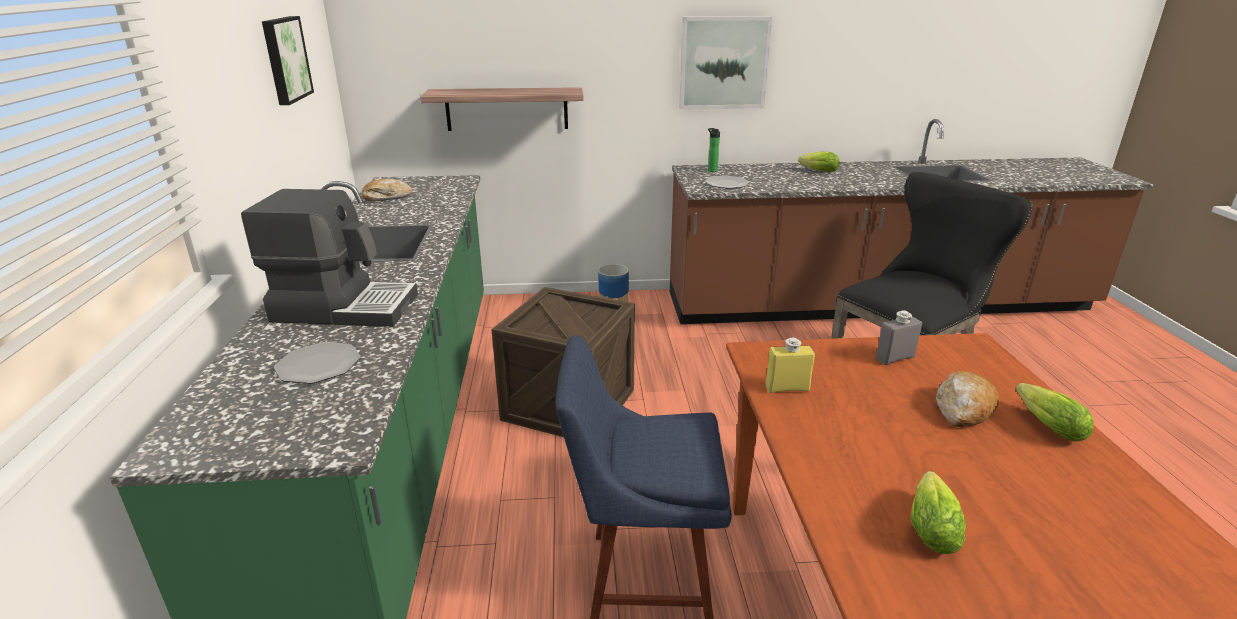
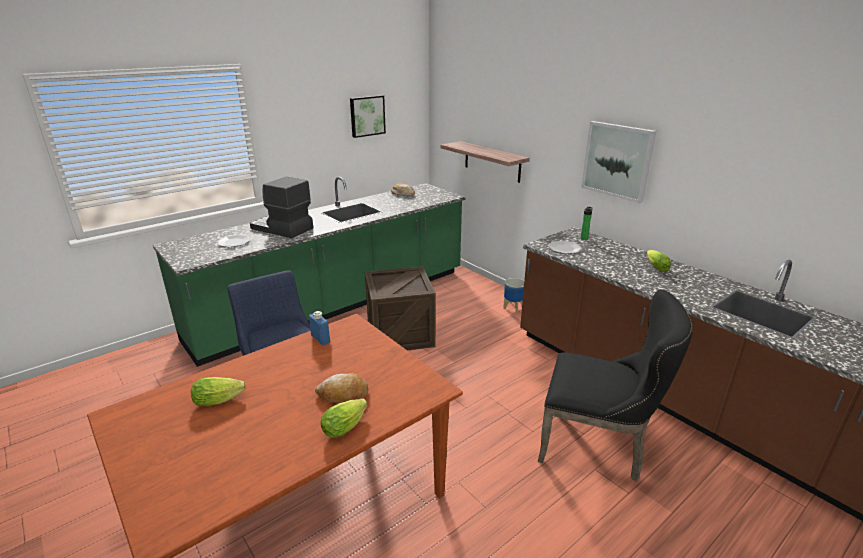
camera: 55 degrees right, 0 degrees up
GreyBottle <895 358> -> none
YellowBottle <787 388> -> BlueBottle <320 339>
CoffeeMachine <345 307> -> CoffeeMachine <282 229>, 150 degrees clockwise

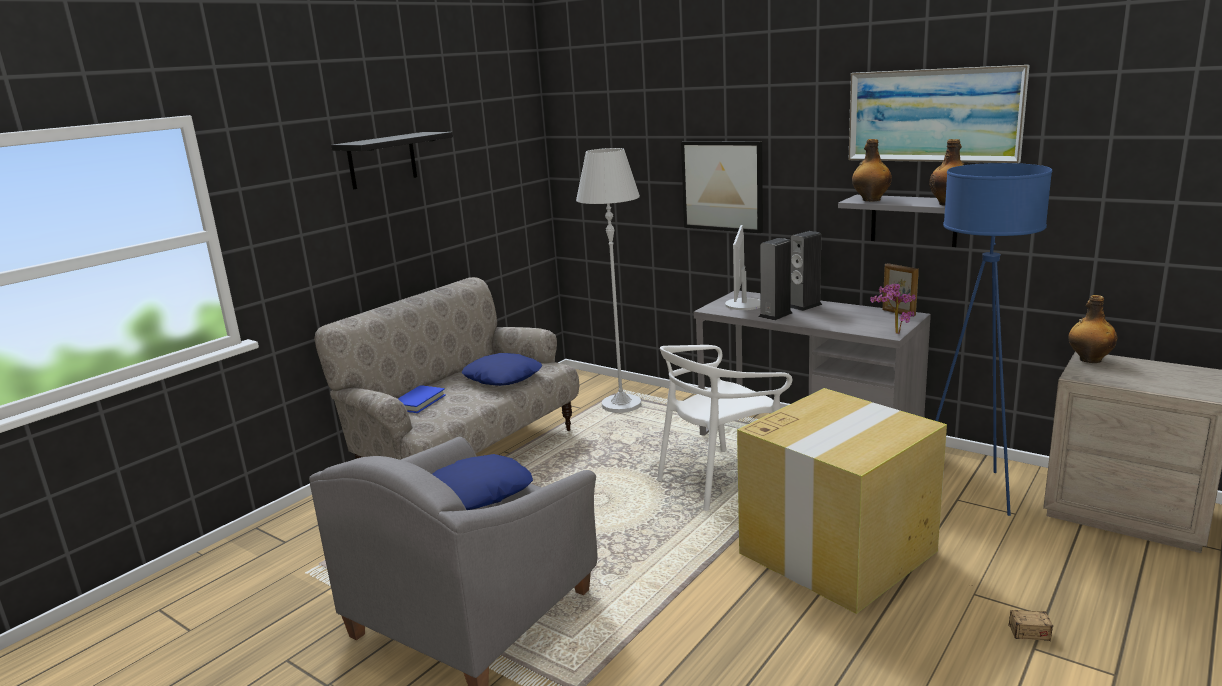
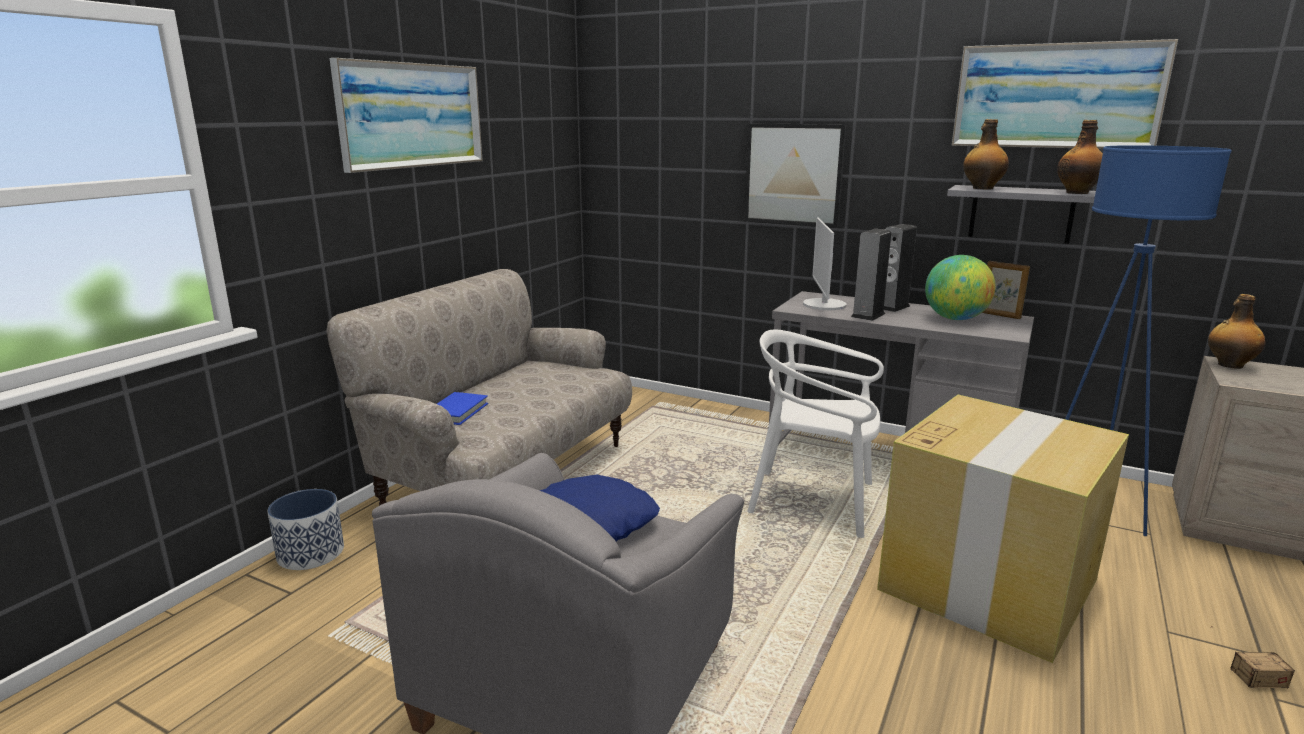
camera: 10 degrees left, 0 degrees up
BluePillow <503 377> -> none
WhiteFloorLamp <621 405> -> none
PottedPlant <893 333> -> none
none -> Planter <311 553>
none -> Globe <955 319>
BlackShelf <382 160> -> Picture <412 115>
WhiteChair <720 479> -> WhiteChair <813 501>, 60 degrees clockwise

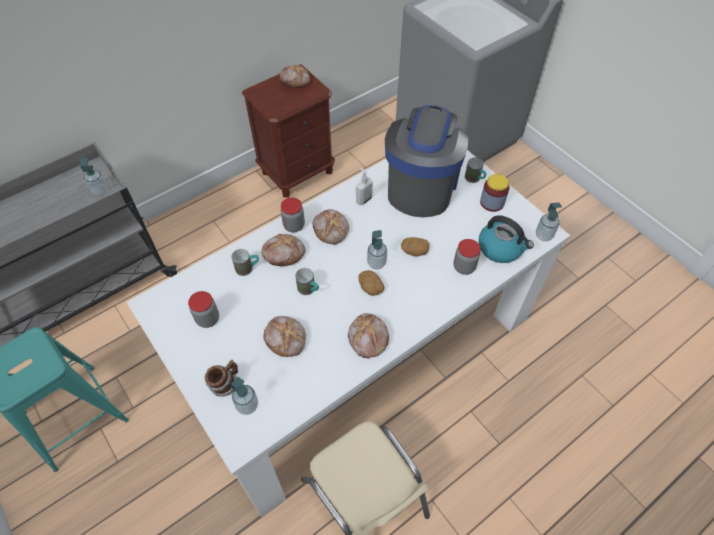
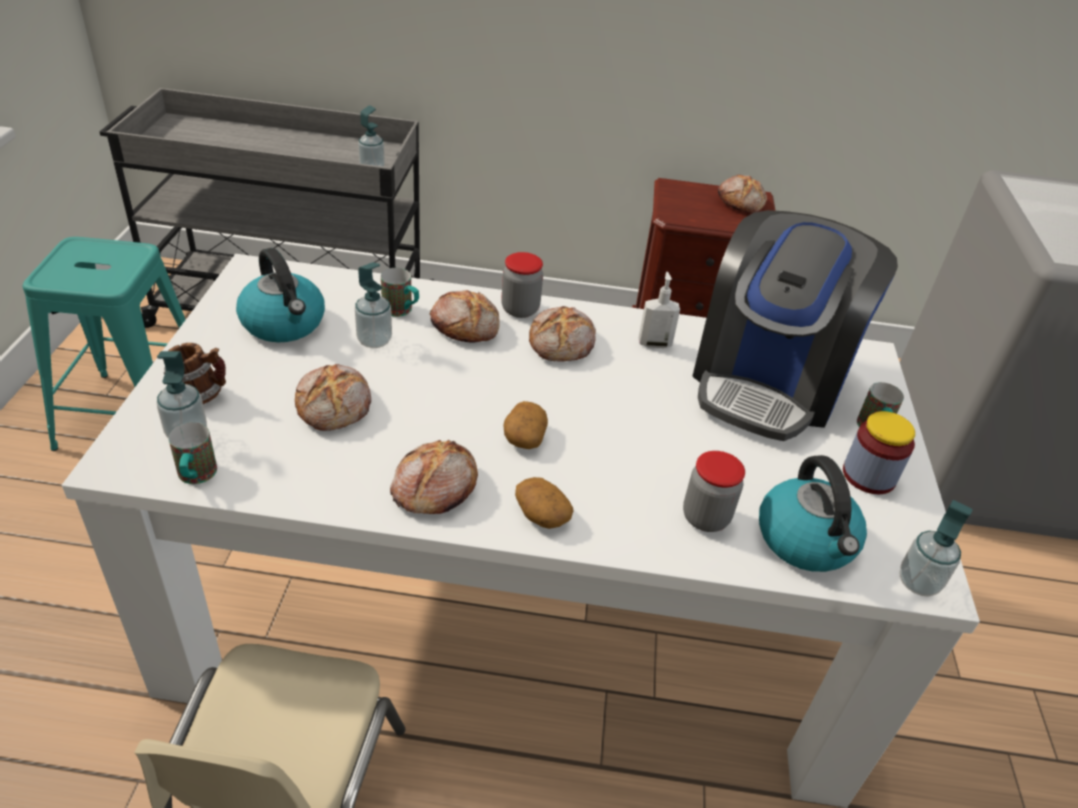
camera: 40 degrees right, 15 degrees down
Mug <309 290> -> Mug <195 477>, moved
SoapDispenser <376 263> -> SoapDispenser <374 340>, moved
Potato <414 251> -> Potato <541 514>, moved
Jar <208 319> -> Kettle <284 324>
CoffeeMachine <421 185> -> CoffeeMachine <768 382>, 150 degrees clockwise

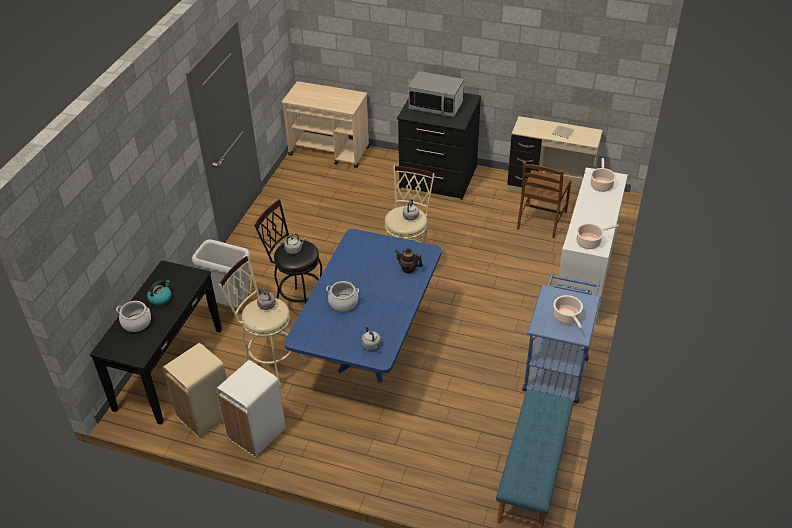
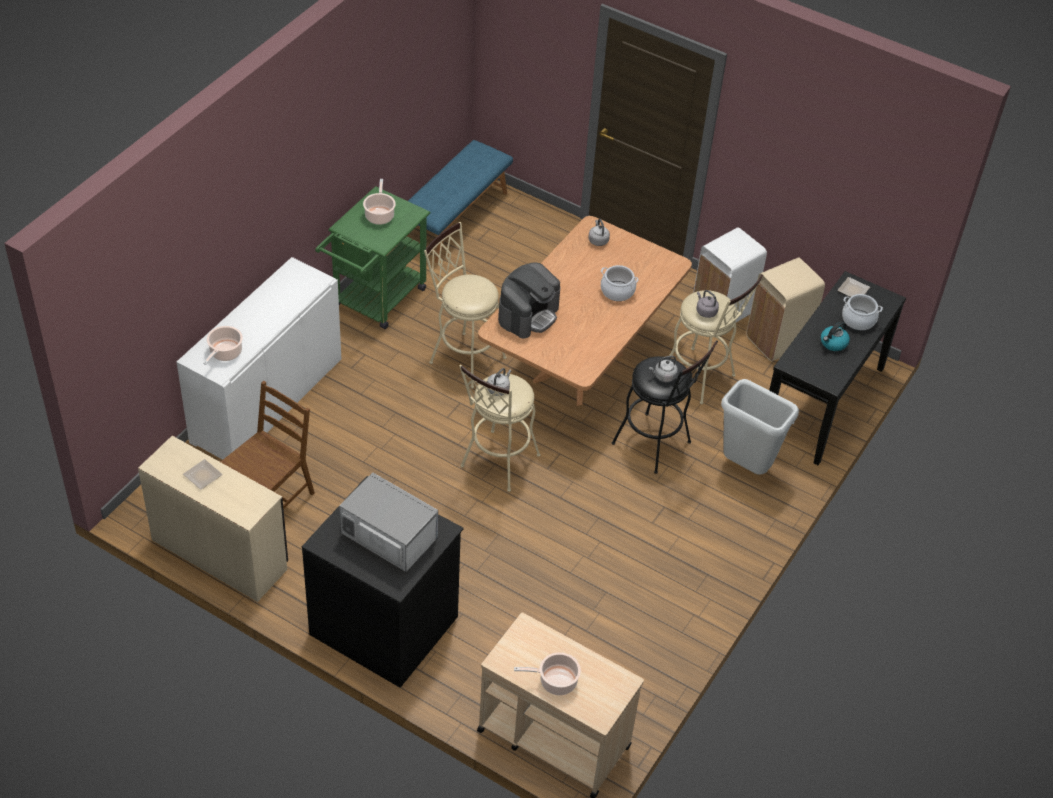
camera: 170 degrees left, 5 degrees up
none -> BeigeStool <463 357>
none -> Plate <852 290>
CookingPot <590 242> -> CookingPot <555 681>, moved
Teapot <408 269> -> CoffeeMachine <528 314>
BlueDiningTable <370 351> -> BrownDiningTable <579 367>
BlueCart <556 369> -> GreenCart <375 301>

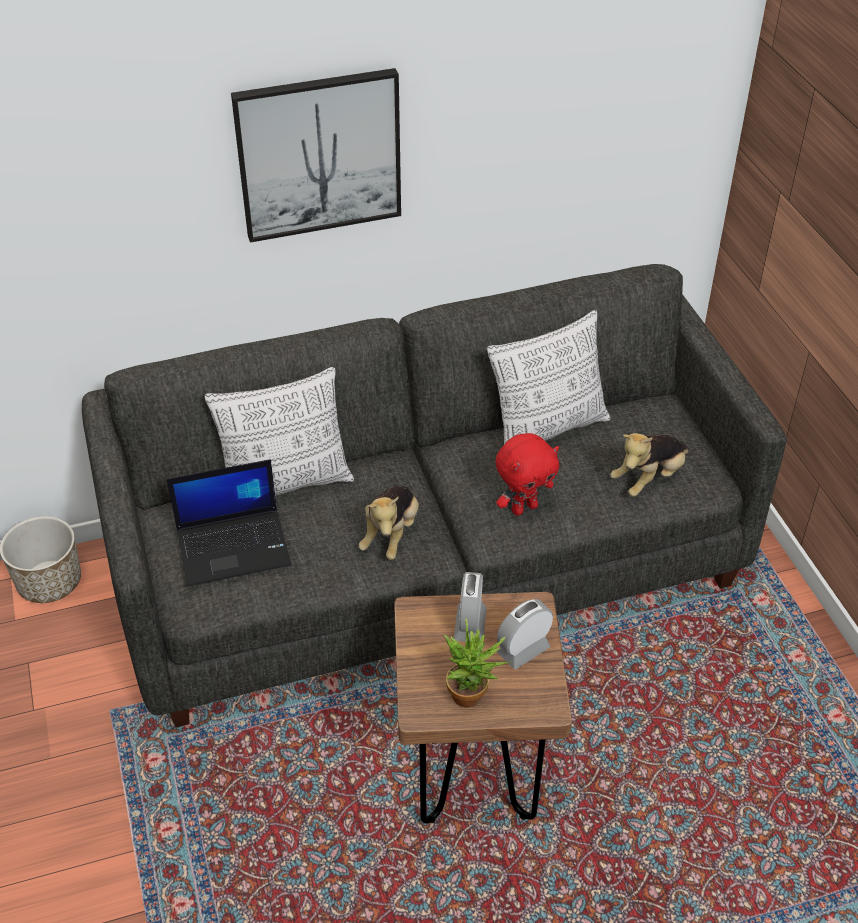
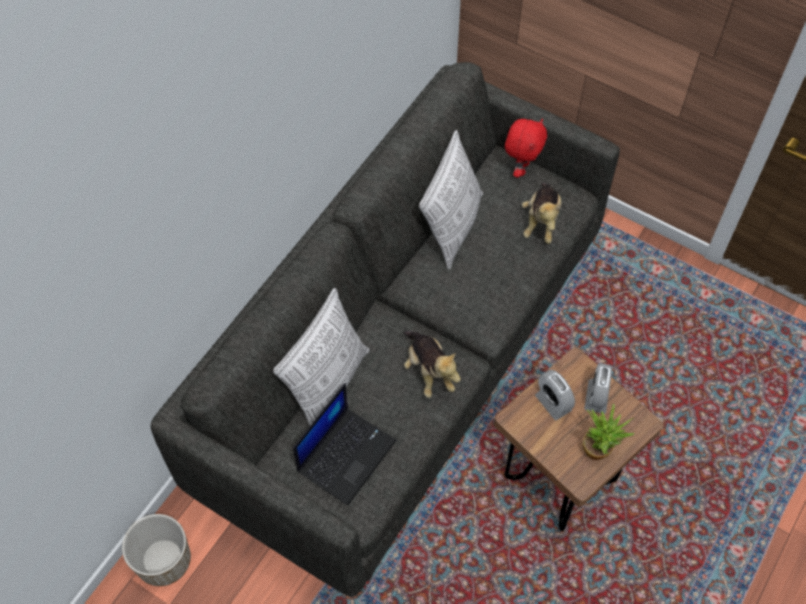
camera: 40 degrees left, 15 degrees up
Picture <319 154> -> none
RedPlushToy <524 508> -> RedPlushToy <521 168>, moved

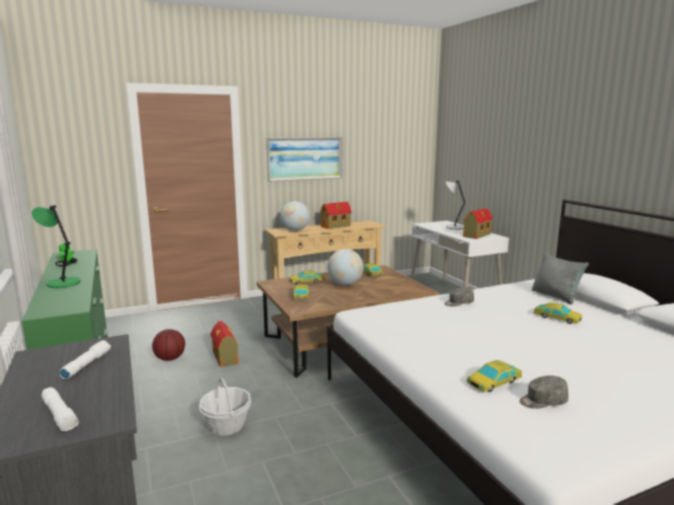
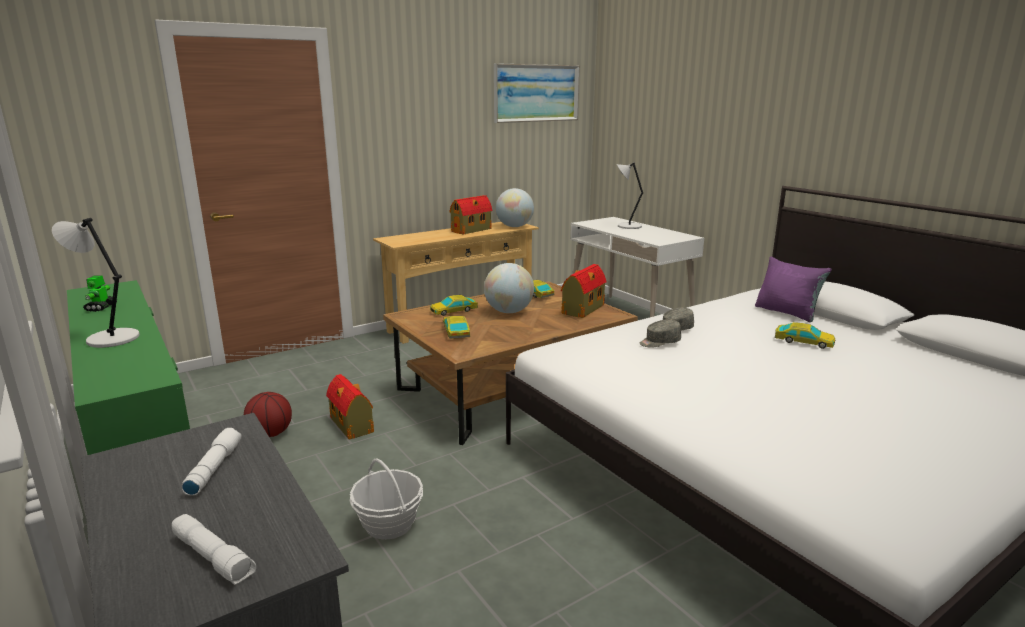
camera: 10 degrees left, 5 degrees up
ToyCar <494 382> -> none
Picture <305 158> -> Picture <536 93>, moved
Globe <295 230> -> Globe <514 226>, moved
ToyHouse <476 235> -> ToyHouse <582 309>, moved
GreyCap <542 401> -> GreyCap <659 342>, moved
GreenTableLamp <62 283> -> GreyTableLamp <110 339>
GreyPillow <555 296> -> PurplePillow <787 313>

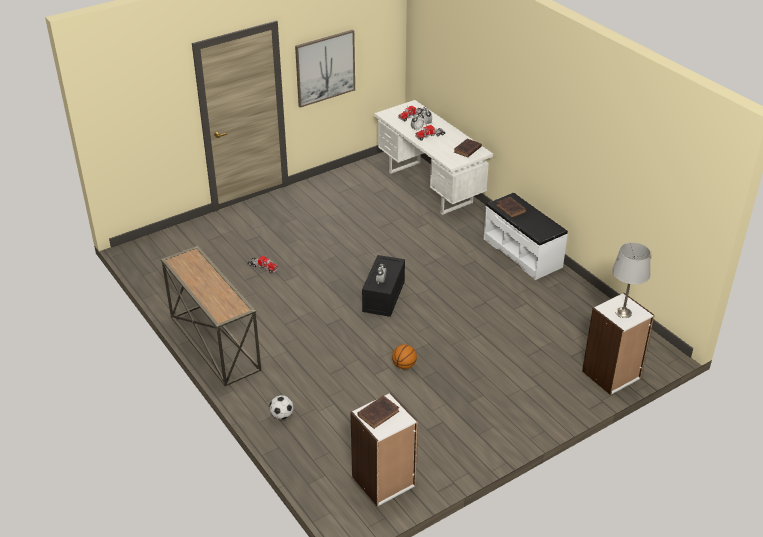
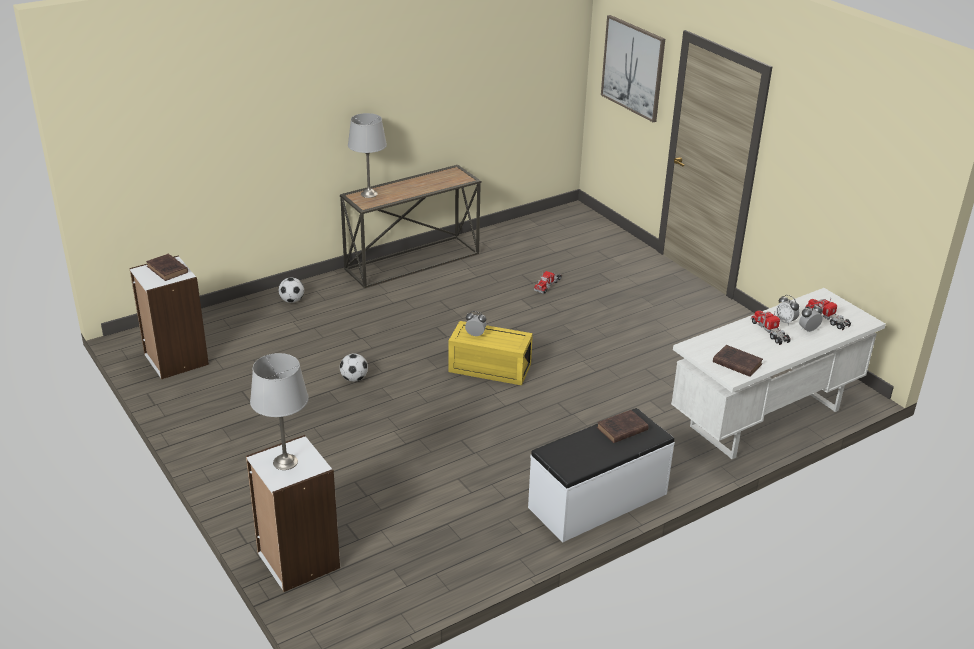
camera: 90 degrees right, 5 degrees down
none -> GreyTableLamp <368 194>
Picture <325 68> -> Picture <633 68>, moved
Basketball <404 365> -> Football <354 378>
BlackStorageBox <384 297> -> YellowStorageBox <488 368>

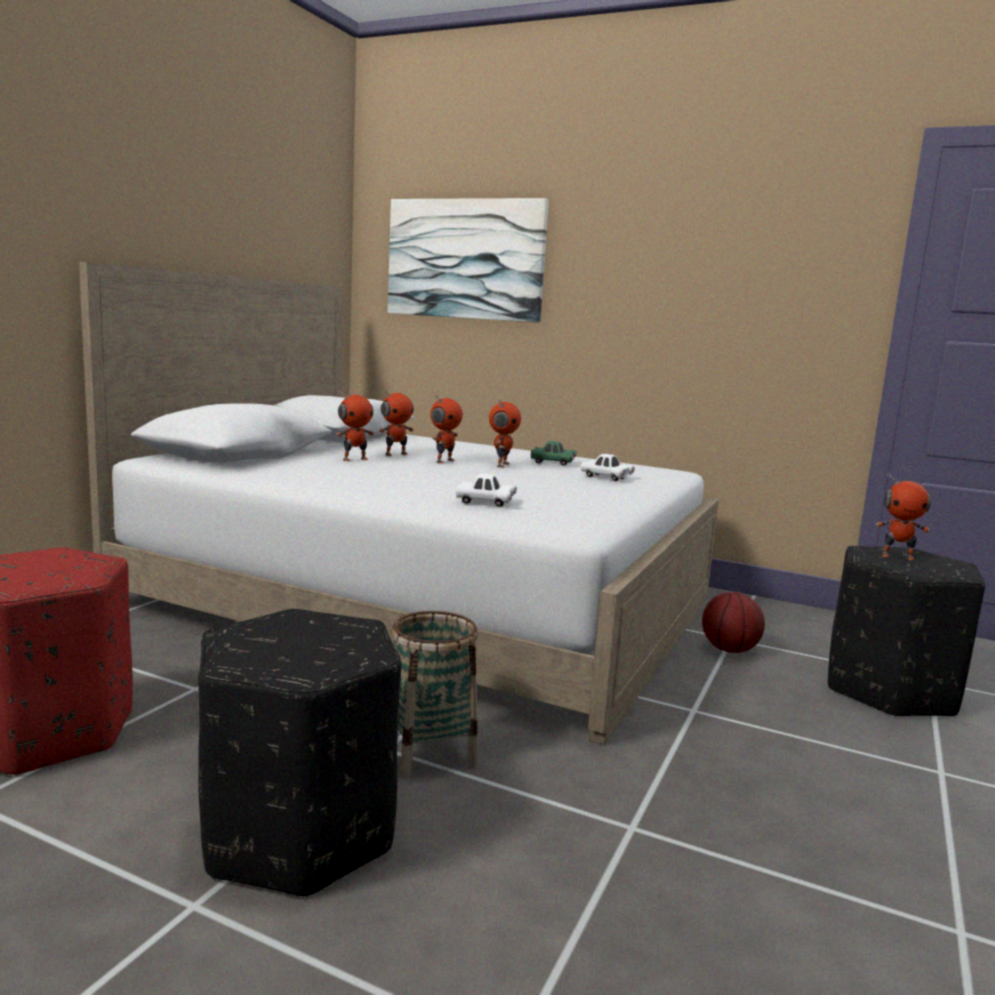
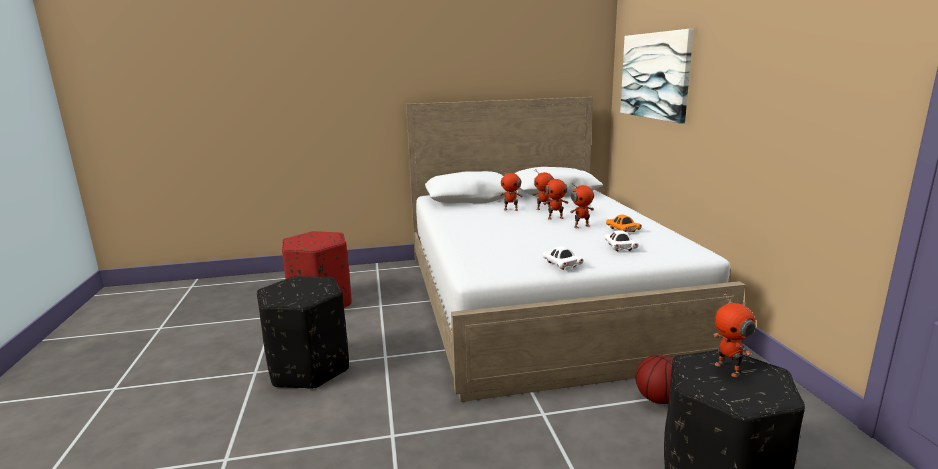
camera: 55 degrees right, 5 degrees up
Basket <429 753> -> none
WhiteToyCar <485 502> -> WhiteToyCar <561 265>, moved
GreenToyCar <552 463> -> OrangeToyCar <622 230>

